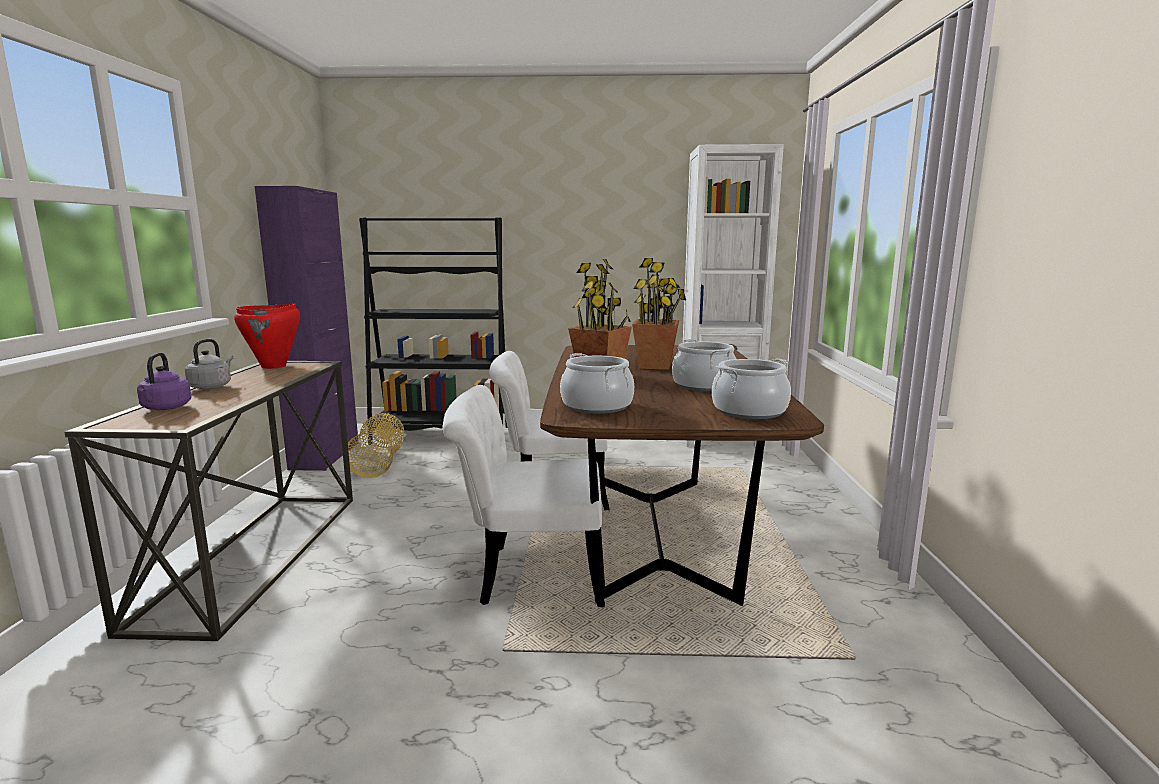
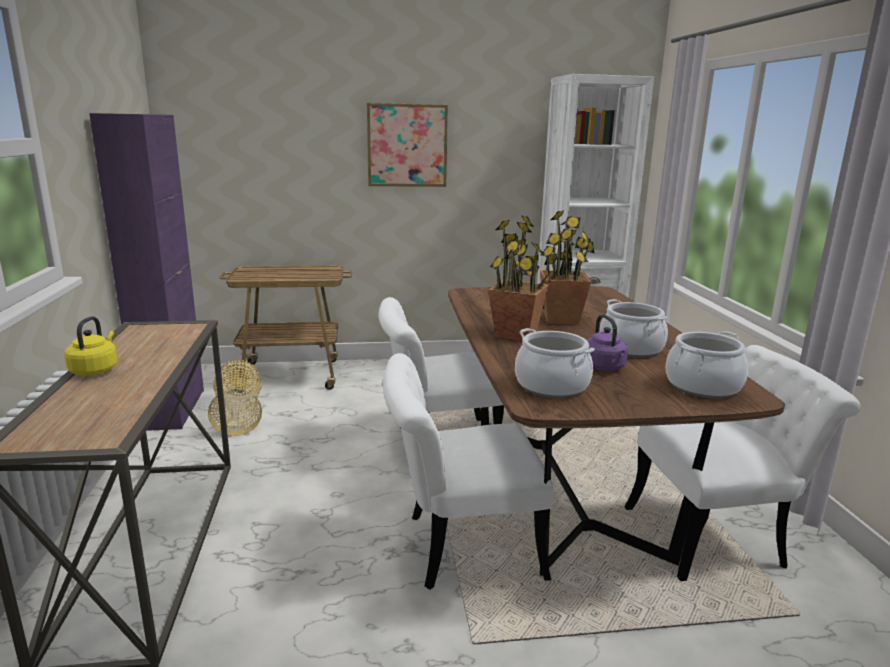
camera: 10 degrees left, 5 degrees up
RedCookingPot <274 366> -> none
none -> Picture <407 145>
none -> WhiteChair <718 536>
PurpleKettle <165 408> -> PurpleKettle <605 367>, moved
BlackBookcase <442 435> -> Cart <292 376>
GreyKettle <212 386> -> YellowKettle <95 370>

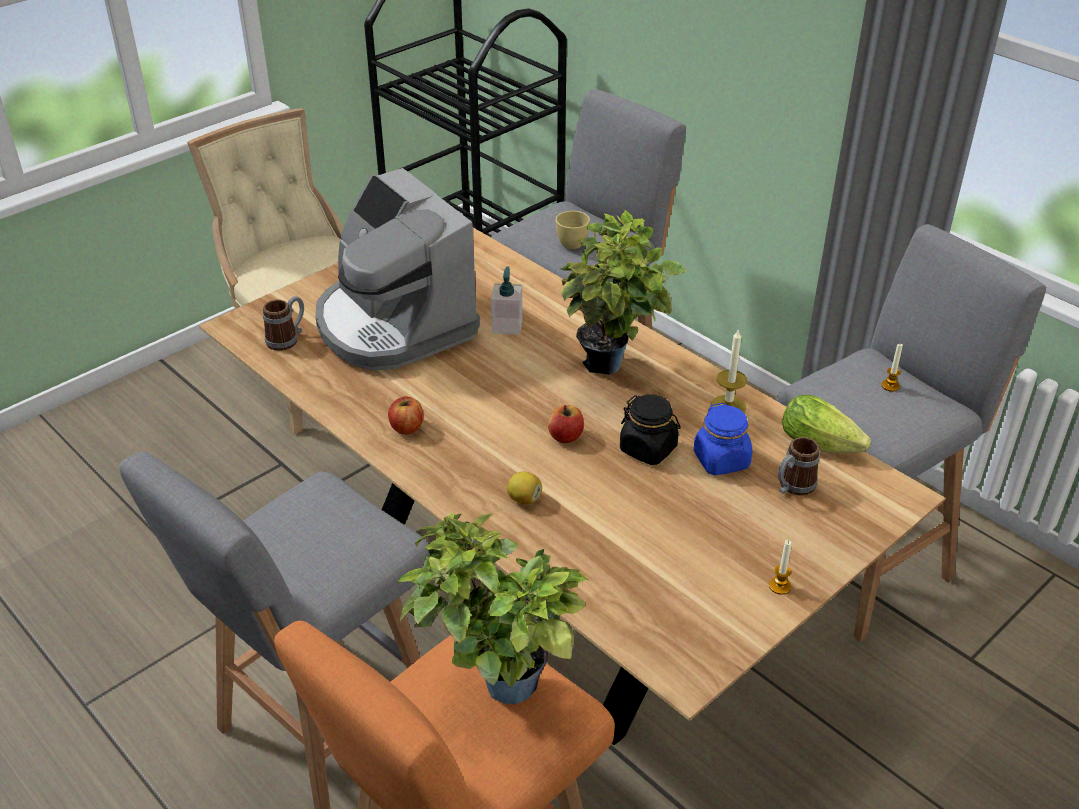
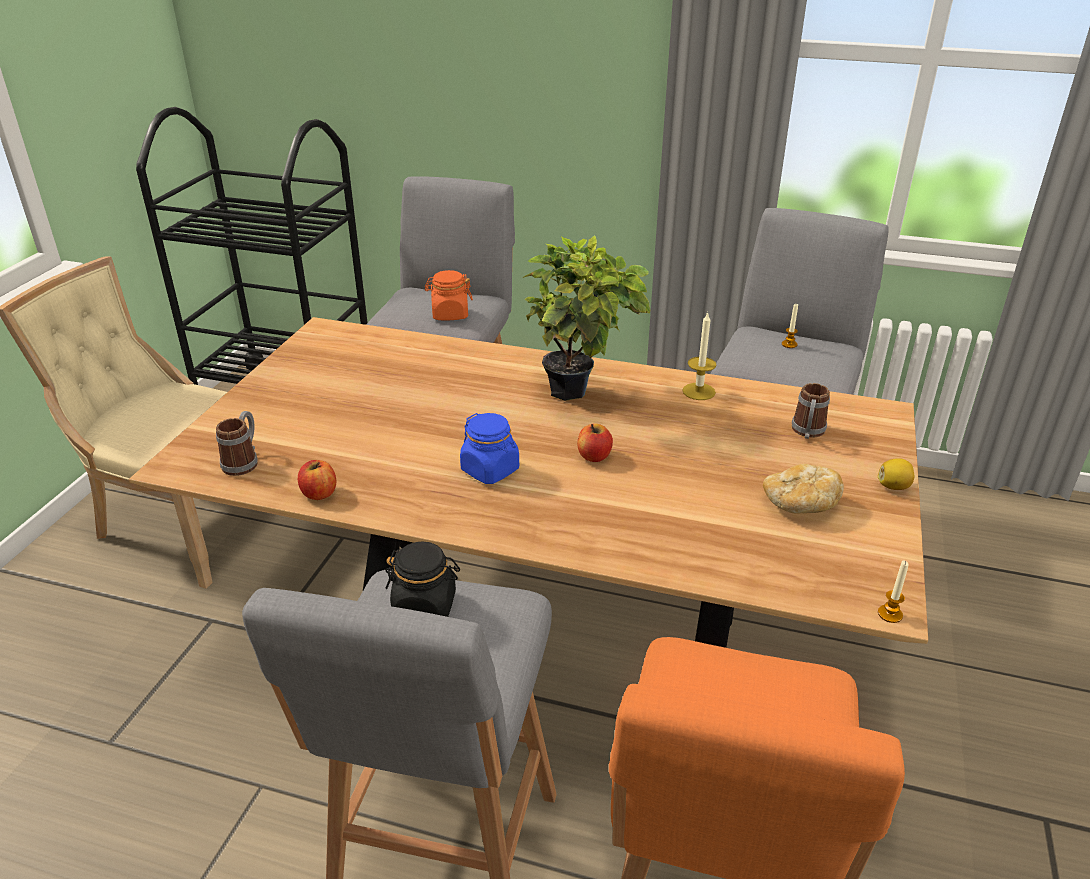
camera: 30 degrees left, 5 degrees down
CoffeeMachine <393 325> -> none
PottedPlant <496 690> -> none
SoapDispenser <507 326> -> none
Lettuce <823 445> -> none
none -> Bread <799 504>
Apple <406 428> -> Apple <319 493>, moved
Lemon <524 499> -> Lemon <893 486>, moved
BlackJar <648 449> -> BlackJar <425 606>, moved
BlueJar <721 460> -> BlueJar <490 470>, moved
Candle <779 586> -> Candle <890 614>, moved
YellowCup <576 245> -> OrangeJar <450 314>

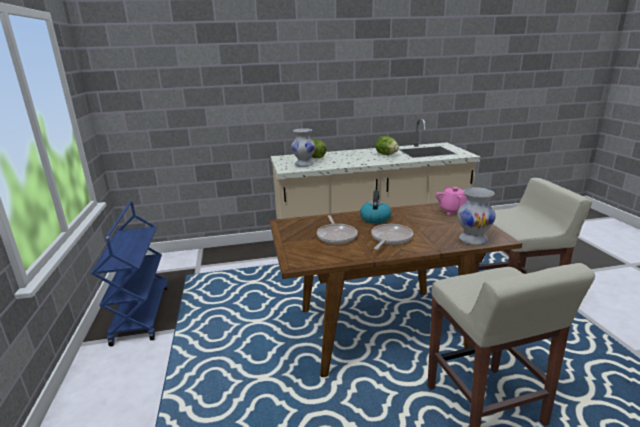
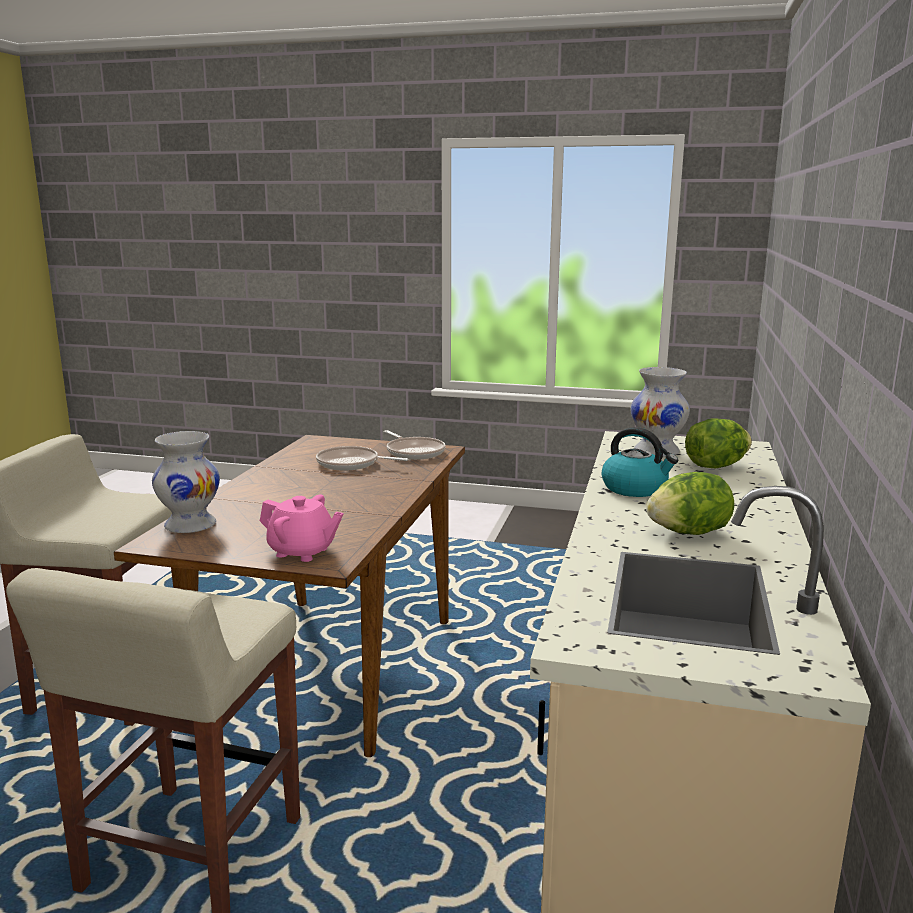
camera: 115 degrees right, 5 degrees down
BlueCart <141 313> -> none
Kettle <375 218> -> Kettle <635 488>, moved
FryingPan <390 238> -> FryingPan <414 452>, moved

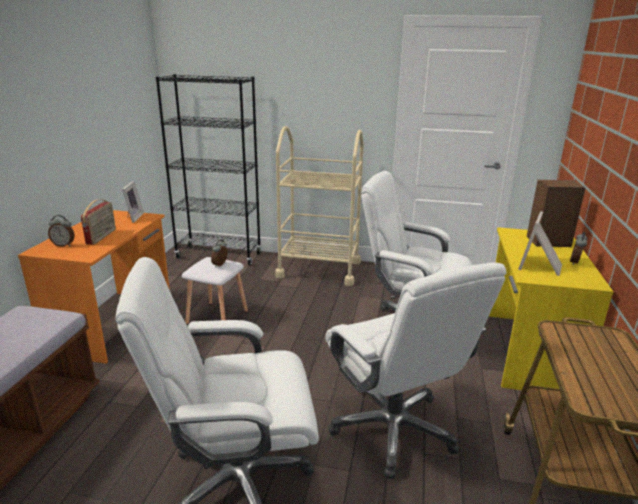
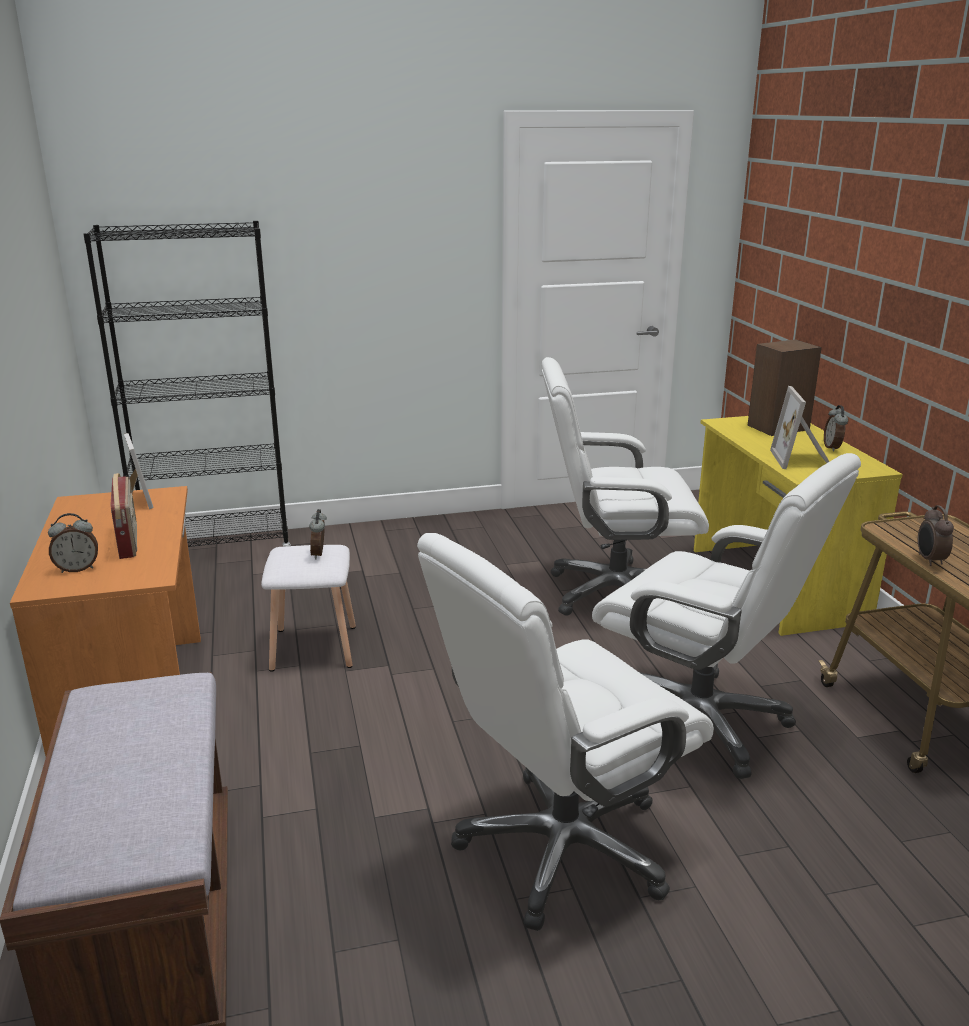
camera: 25 degrees left, 0 degrees up
BeigeCart <319 269> -> none
none -> AlarmClock <929 560>

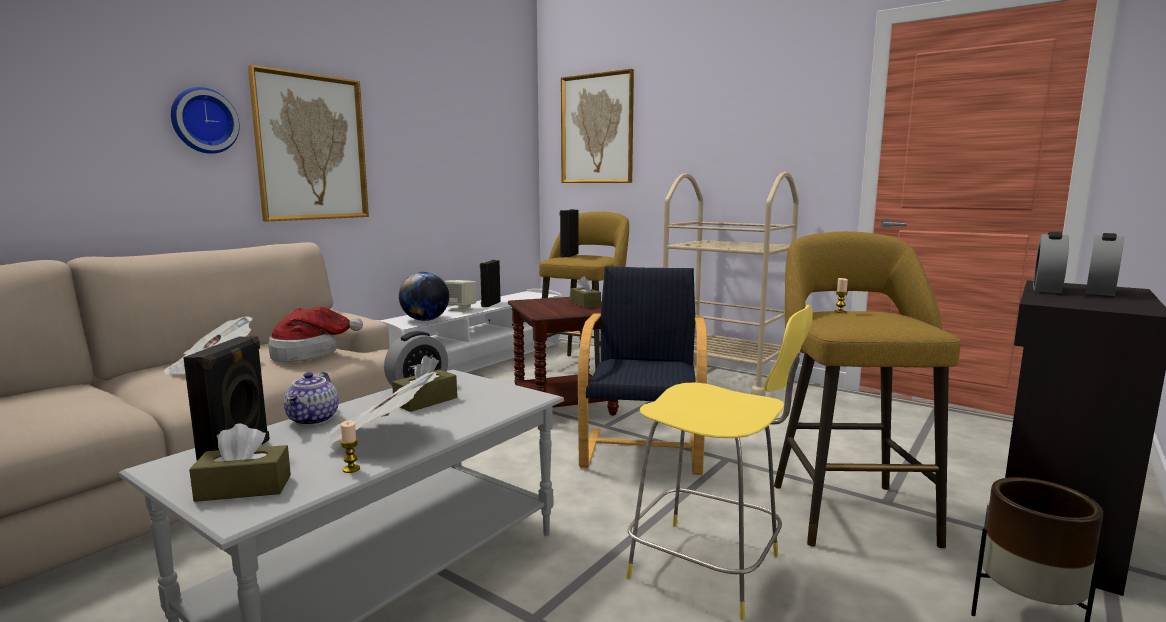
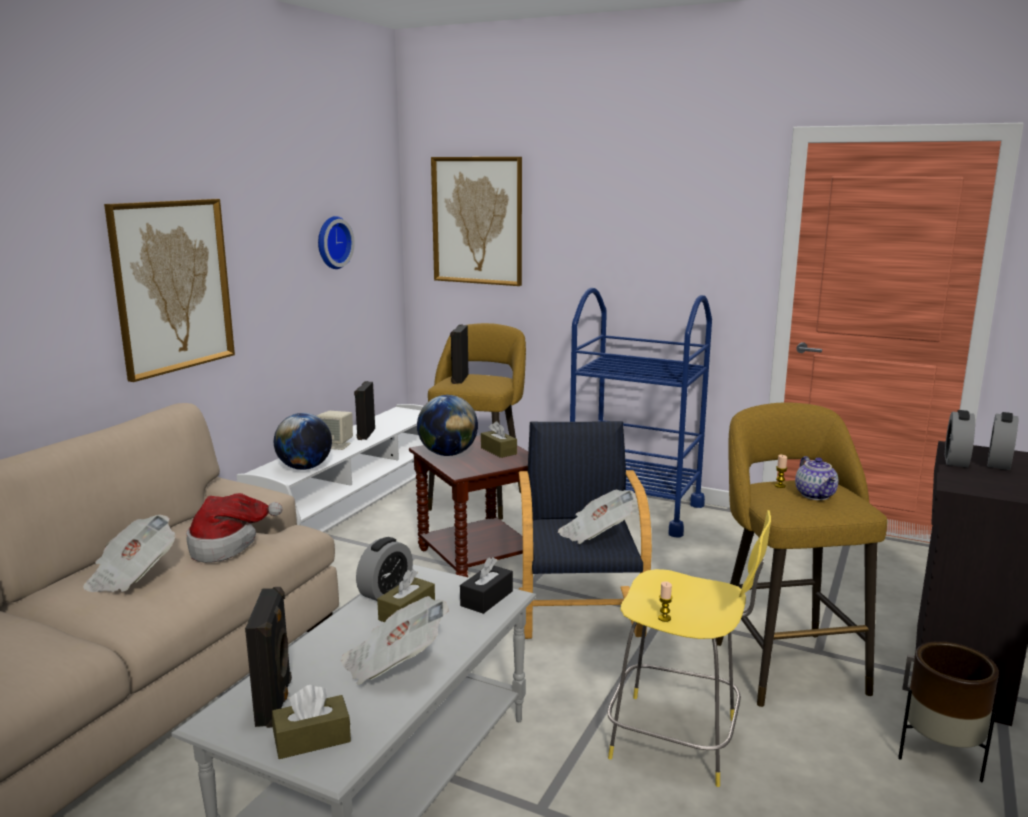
camera: 10 degrees left, 5 degrees up
none -> Globe <448 454>
none -> BlackTissueBox <486 598>
none -> Newspaper <596 534>
WallClock <203 121> -> WallClock <332 242>, moved
Teapot <314 420> -> Teapot <816 495>, moved
Candle <351 469> -> Candle <664 618>, moved
BeigeCart <723 380> -> BlueCart <634 510>

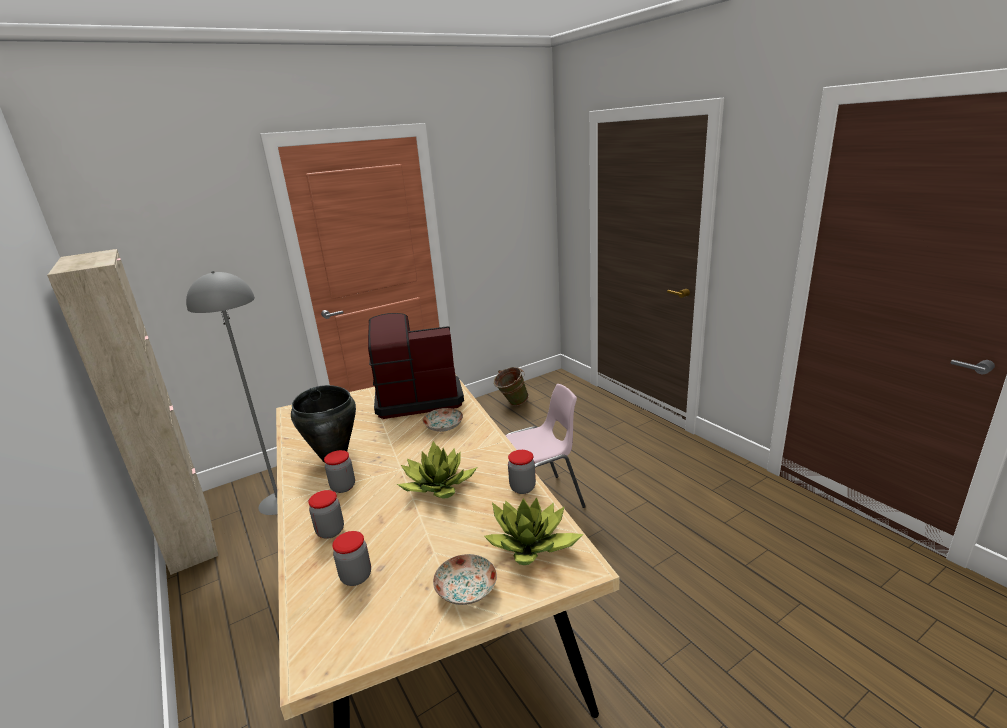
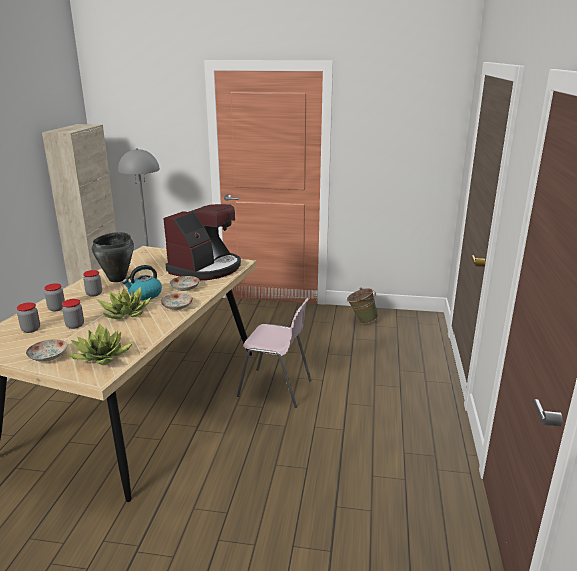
camera: 40 degrees right, 0 degrees up
none -> Kettle <145 295>
none -> Plate <176 307>
Jar <522 488> -> Jar <75 325>, moved
CoffeeMachine <418 398> -> CoffeeMachine <206 268>, 90 degrees clockwise

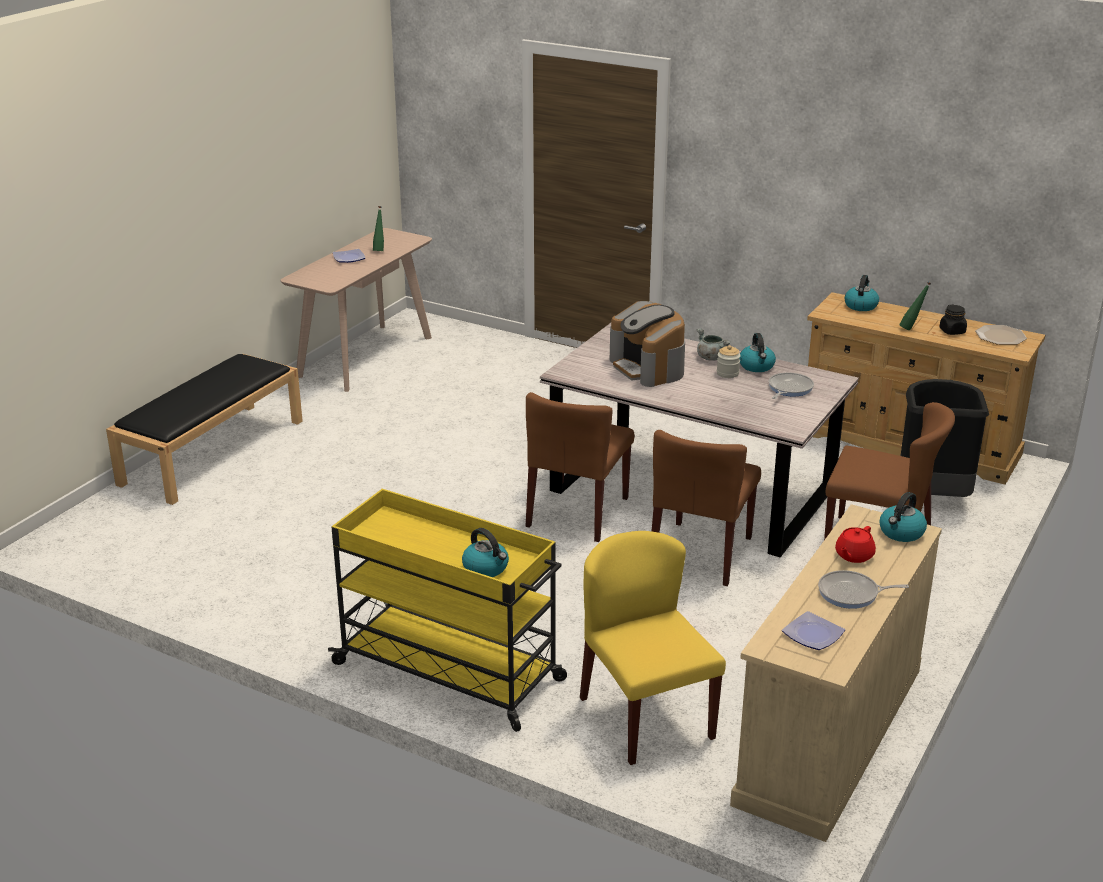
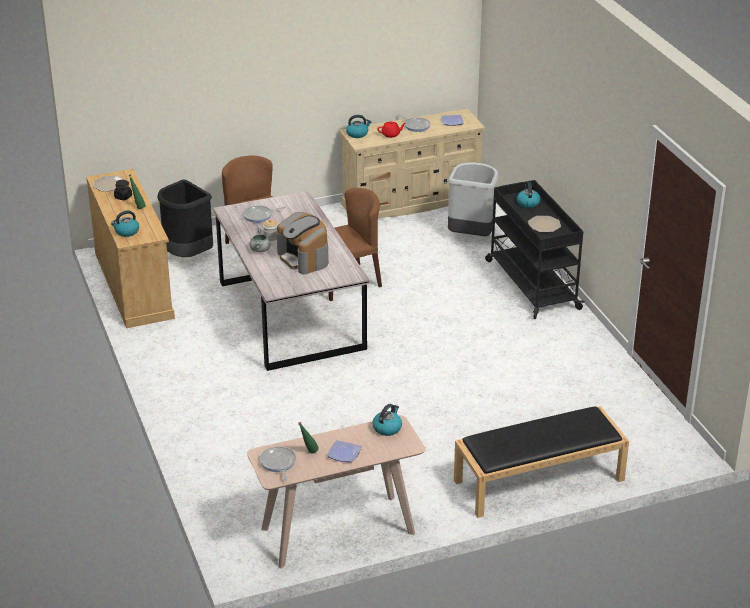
camera: 140 degrees left, 5 degrees up
BrownChair <577 512> -> none
none -> FryingPan <278 463>
none -> Plate <544 225>
Kettle <757 366> -> Kettle <387 428>, moved
YellowChair <645 717> -> GreyTrashCan <471 235>
YellowCart <451 672> -> BlackCart <531 284>
CoffeeMachine <648 368> -> CoffeeMachine <304 258>, 135 degrees clockwise

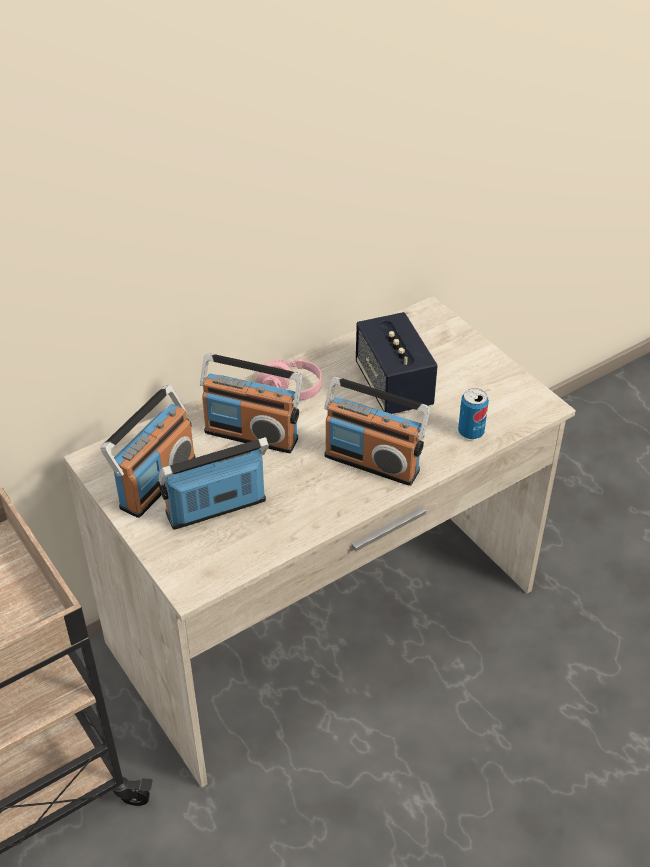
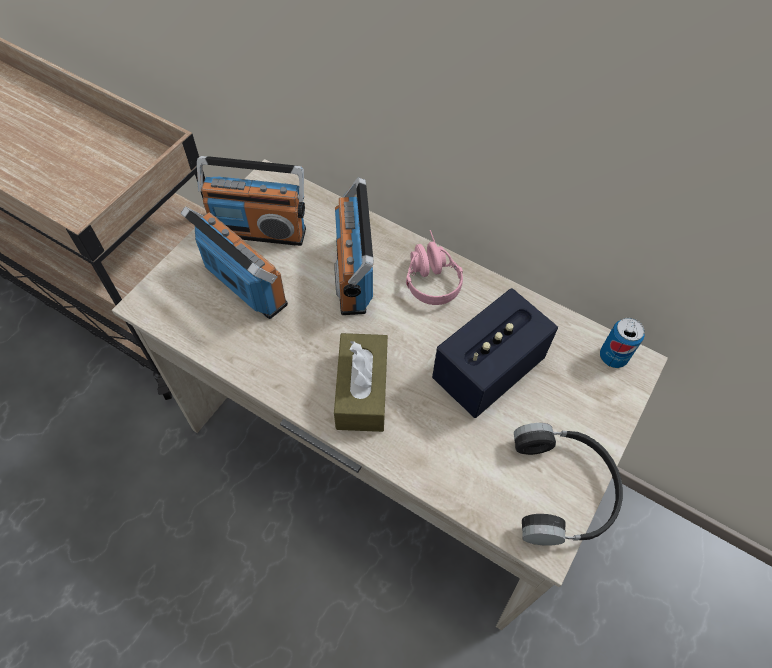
camera: 65 degrees right, 15 degrees up
none -> BlackHeadphones <564 490>
Can <471 432> -> Can <613 357>, moved
Radio <372 462> -> BrownTissueBox <362 390>

